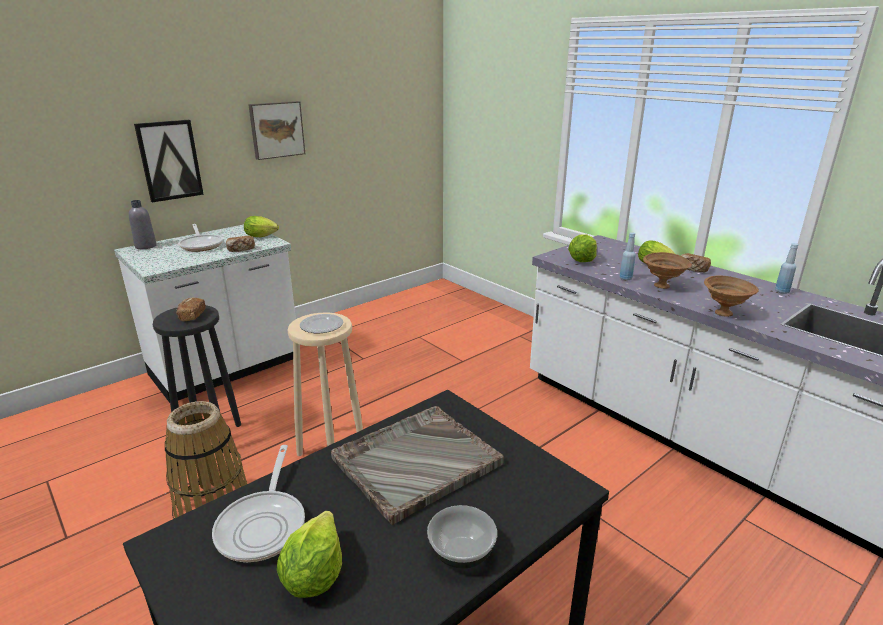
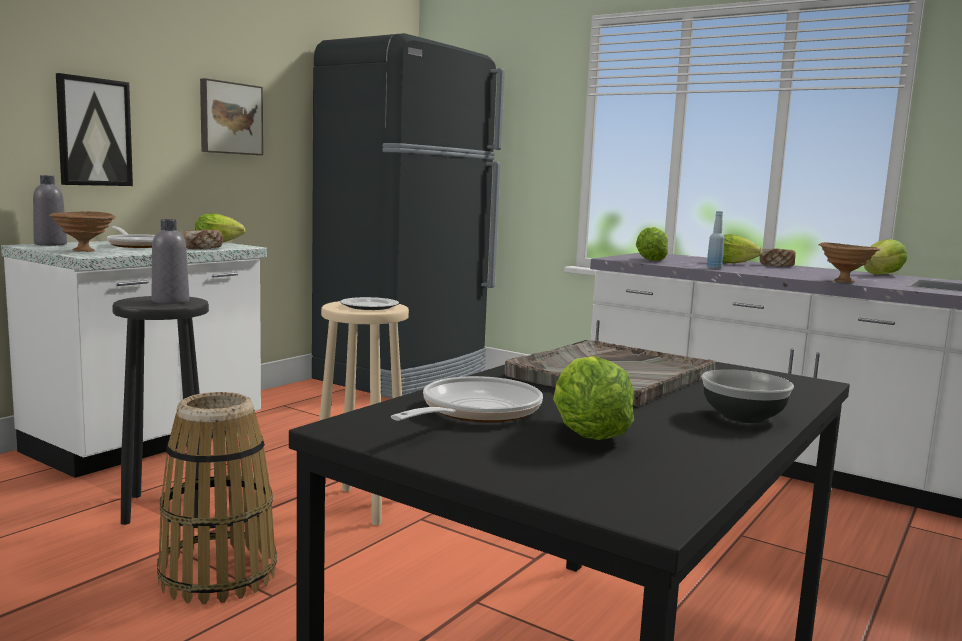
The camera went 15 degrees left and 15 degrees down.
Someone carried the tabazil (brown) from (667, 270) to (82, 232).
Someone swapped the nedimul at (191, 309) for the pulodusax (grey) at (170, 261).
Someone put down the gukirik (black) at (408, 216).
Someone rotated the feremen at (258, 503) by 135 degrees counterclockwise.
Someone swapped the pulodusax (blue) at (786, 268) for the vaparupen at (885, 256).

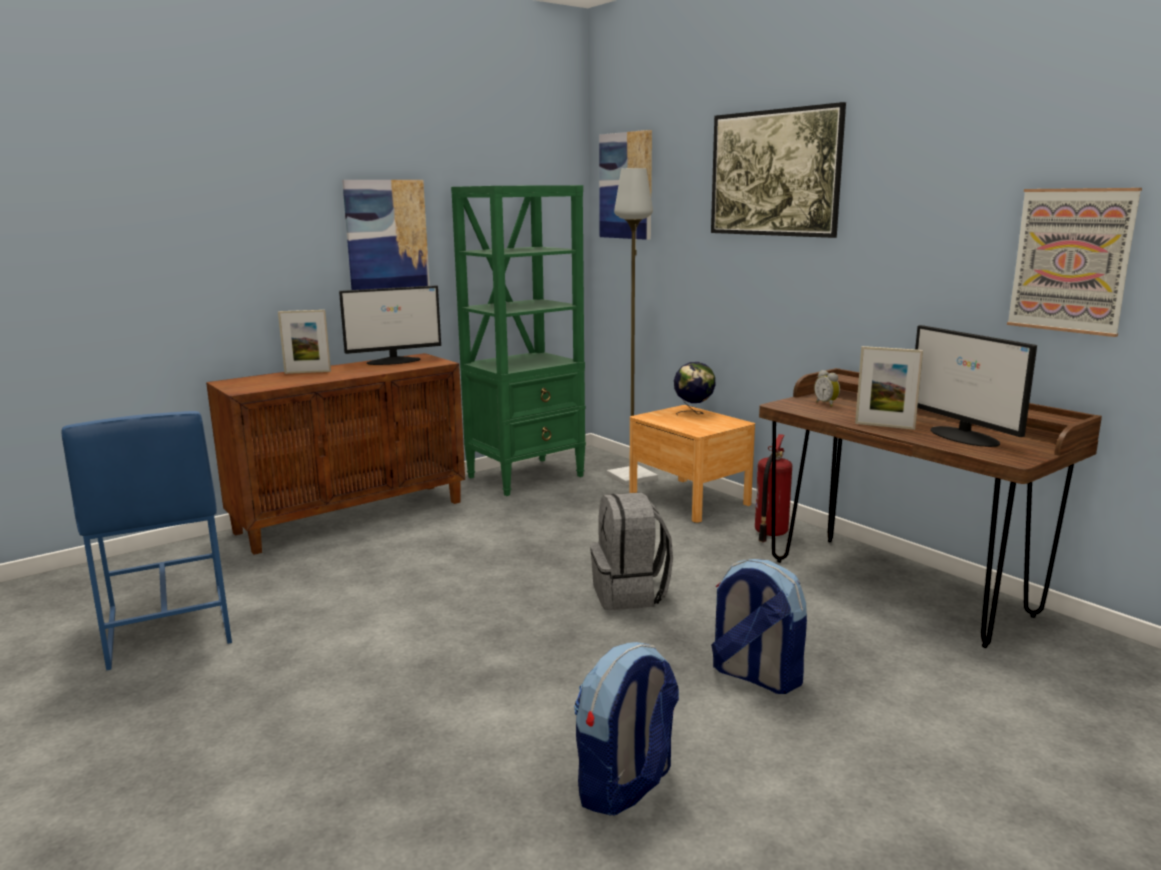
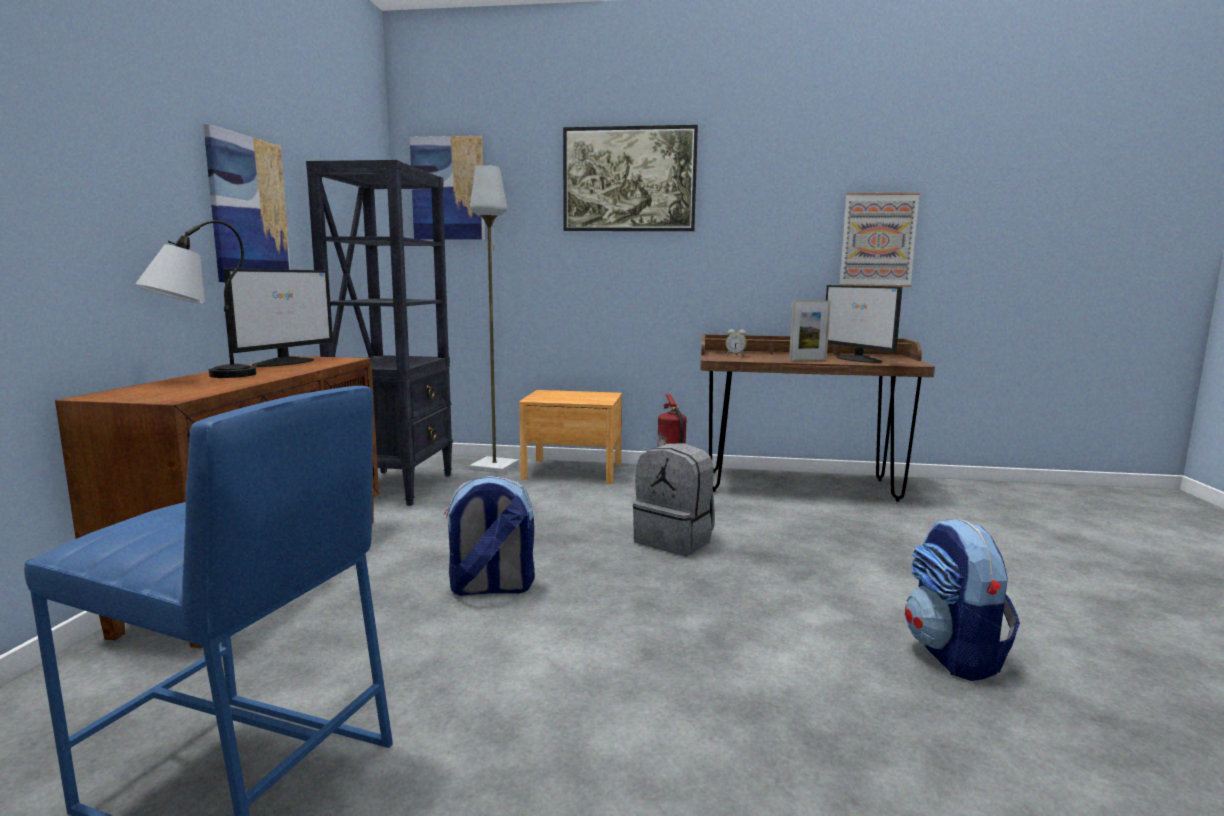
The camera went 45 degrees left and 5 degrees down.
Someone swapped the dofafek at (304, 342) for the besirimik at (195, 299).
Someone repainted the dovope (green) at (518, 340), which became the dovope (black) at (379, 333).
Someone carried the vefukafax from (759, 626) to (489, 536).
Someone rotated the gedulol at (976, 386) by 45 degrees clockwise.
Someone took away the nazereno at (695, 388).

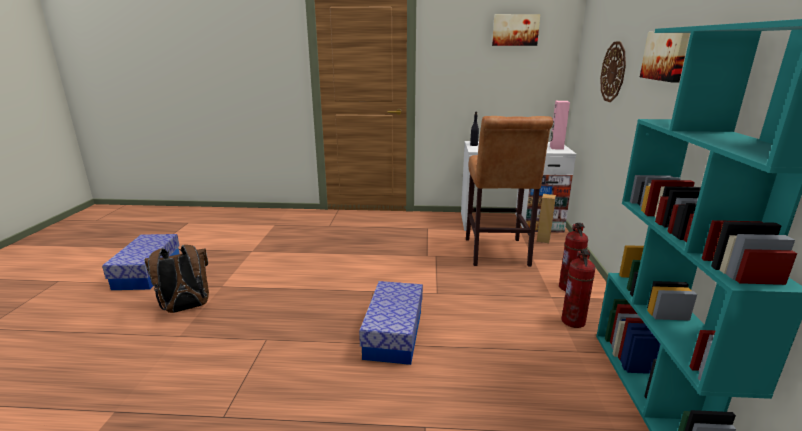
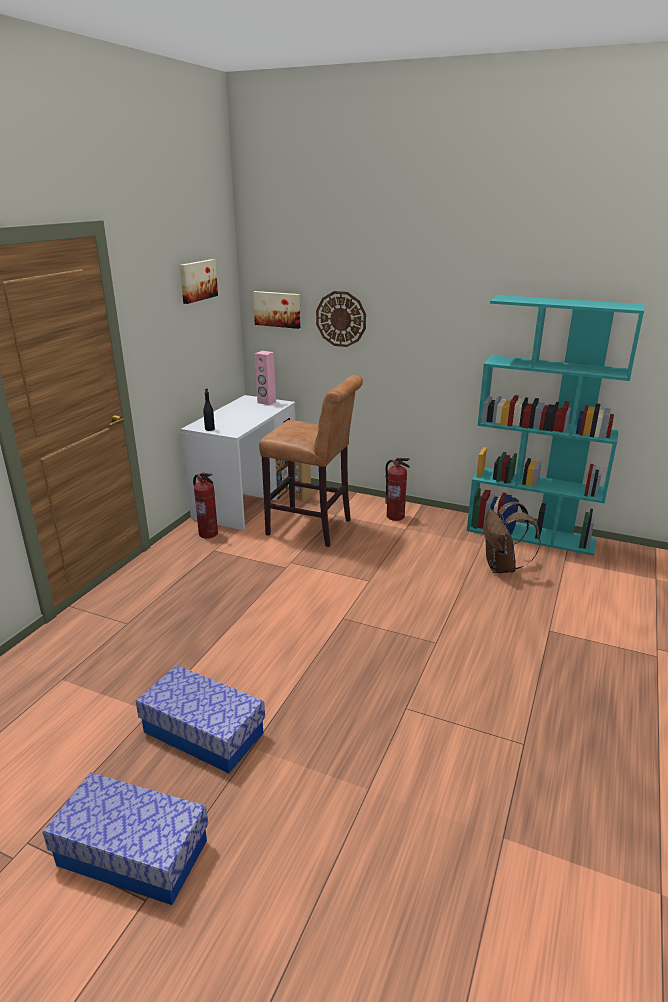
The camera went 70 degrees left and 5 degrees up.
Someone carried the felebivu from (391, 323) to (200, 719).
Someone carried the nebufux from (578, 288) to (205, 505).
Someone carried the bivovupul from (665, 57) to (276, 310).
Someone carried the vefukafax (brown) from (176, 279) to (511, 537).

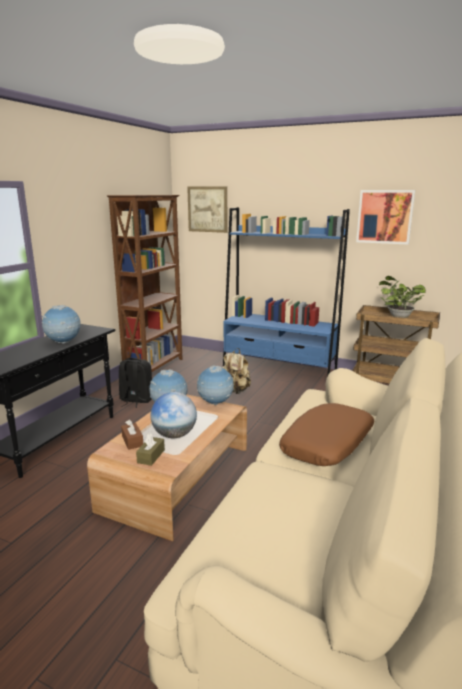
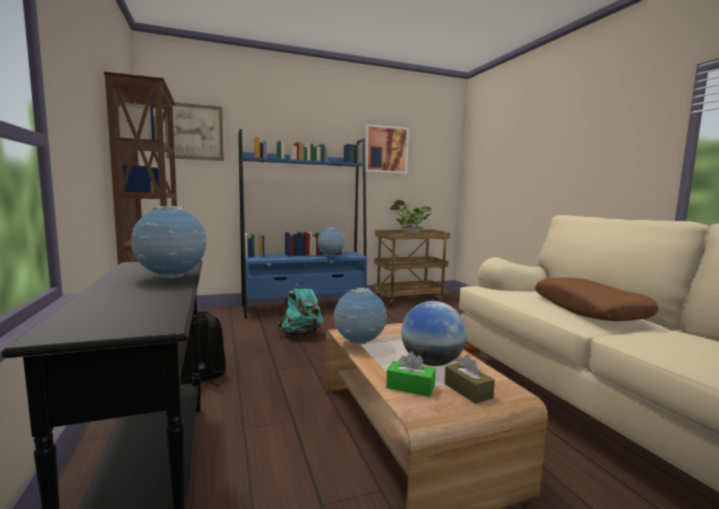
The camera went 45 degrees left and 10 degrees down.
Someone repainted the vefukafax (beige) at (236, 371), which became the vefukafax (turquoise) at (300, 309).
Someone carried the nazereno from (215, 385) to (330, 242).
Someone repainted the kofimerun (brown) at (132, 435), which became the kofimerun (green) at (411, 374).

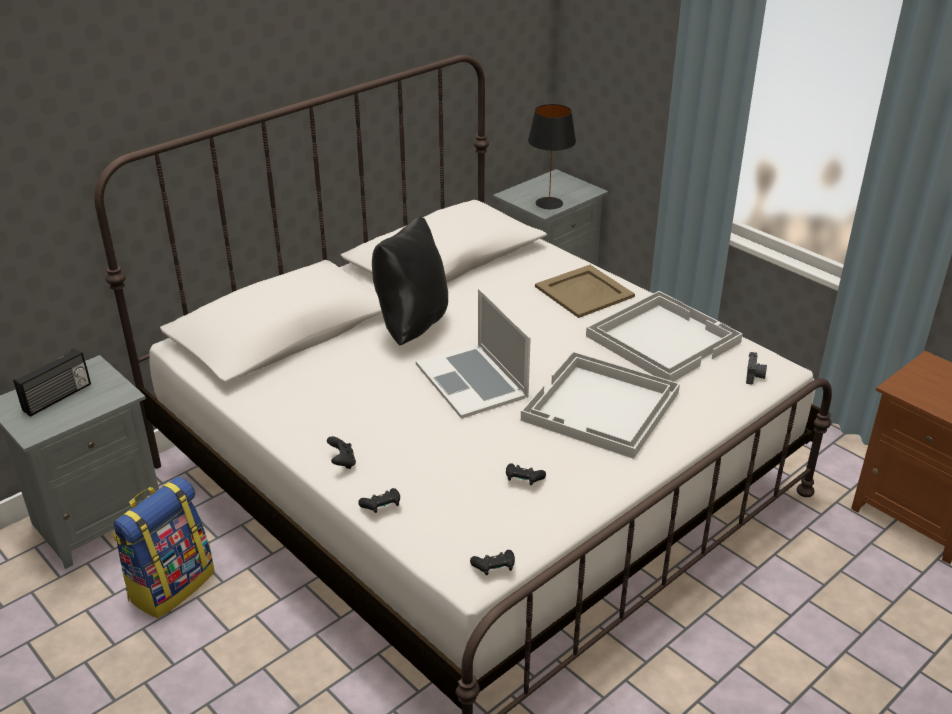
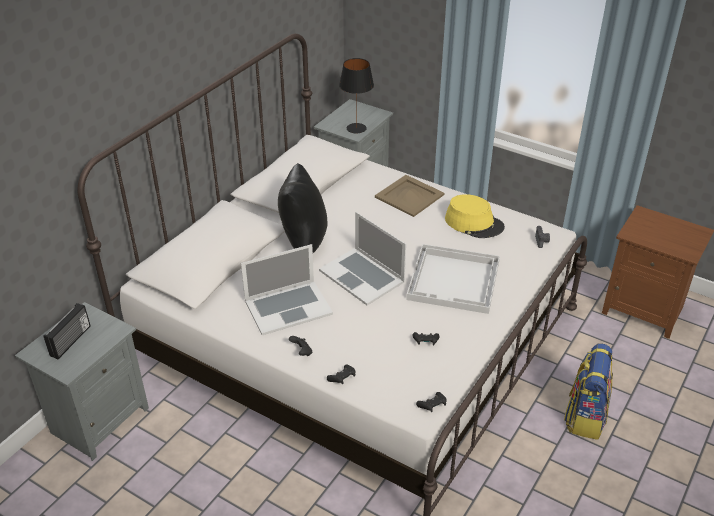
The camera went 15 degrees left and 5 degrees up.
Someone put down the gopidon at (287, 289).
Someone swapped the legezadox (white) at (664, 336) for the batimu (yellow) at (475, 216).
Someone carried the vefukafax from (163, 547) to (588, 392).

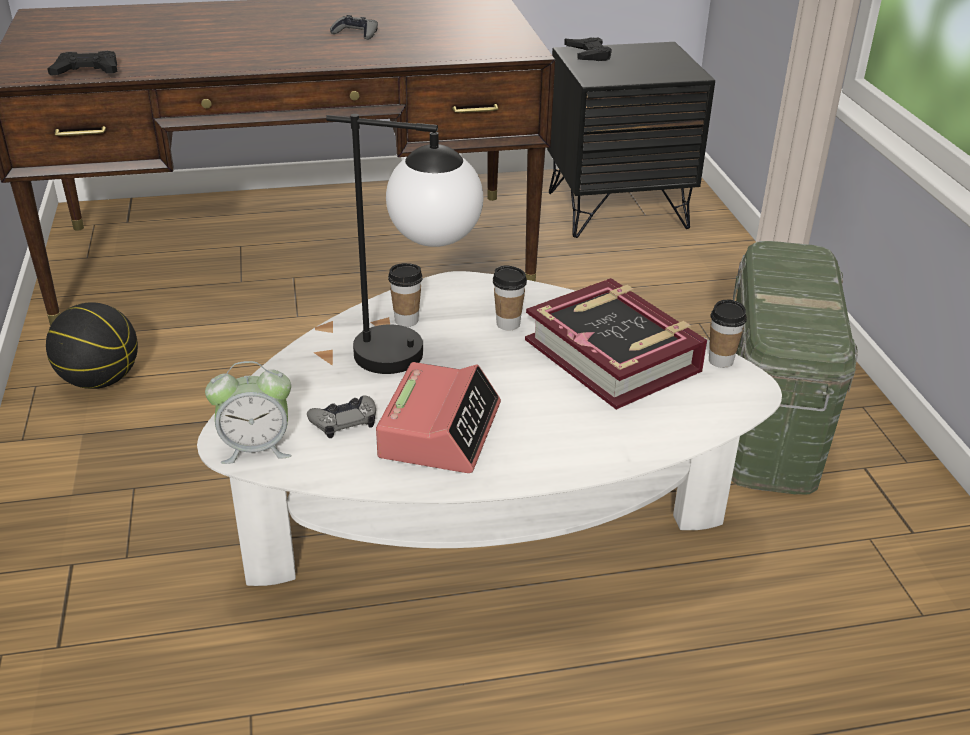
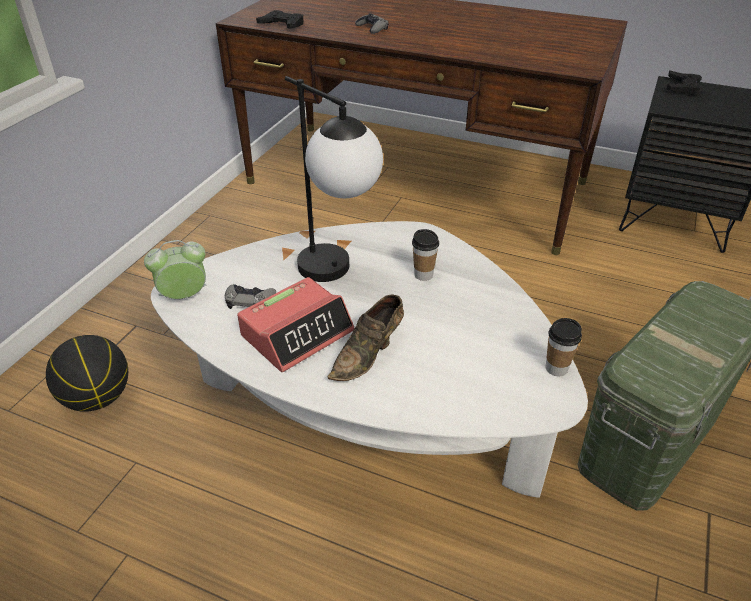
The camera went 35 degrees right and 5 degrees up.
Someone carried the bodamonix from (92, 345) to (87, 373).
Someone rotated the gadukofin at (248, 412) by 135 degrees clockwise.
Someone put down the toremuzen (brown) at (365, 338).
Someone carried the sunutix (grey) from (354, 27) to (372, 23).
Someone took away the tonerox at (405, 295).
Someone took away the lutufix at (616, 344).

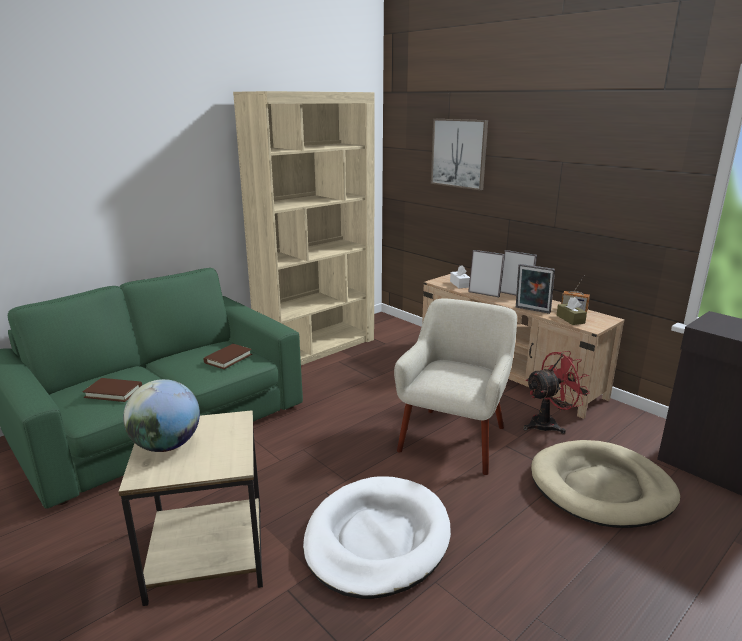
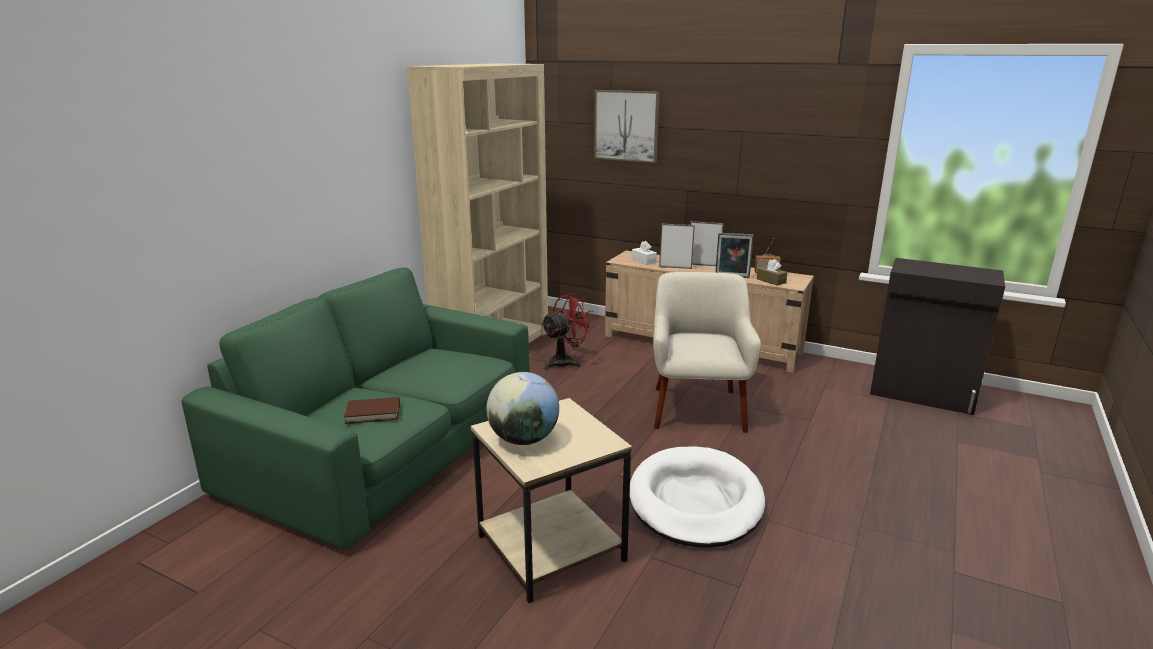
The camera went 20 degrees left and 0 degrees up.
Someone carried the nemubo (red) from (556, 392) to (568, 331).
Someone took away the lutufix (brown) at (227, 356).
Someone took away the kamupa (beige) at (605, 484).

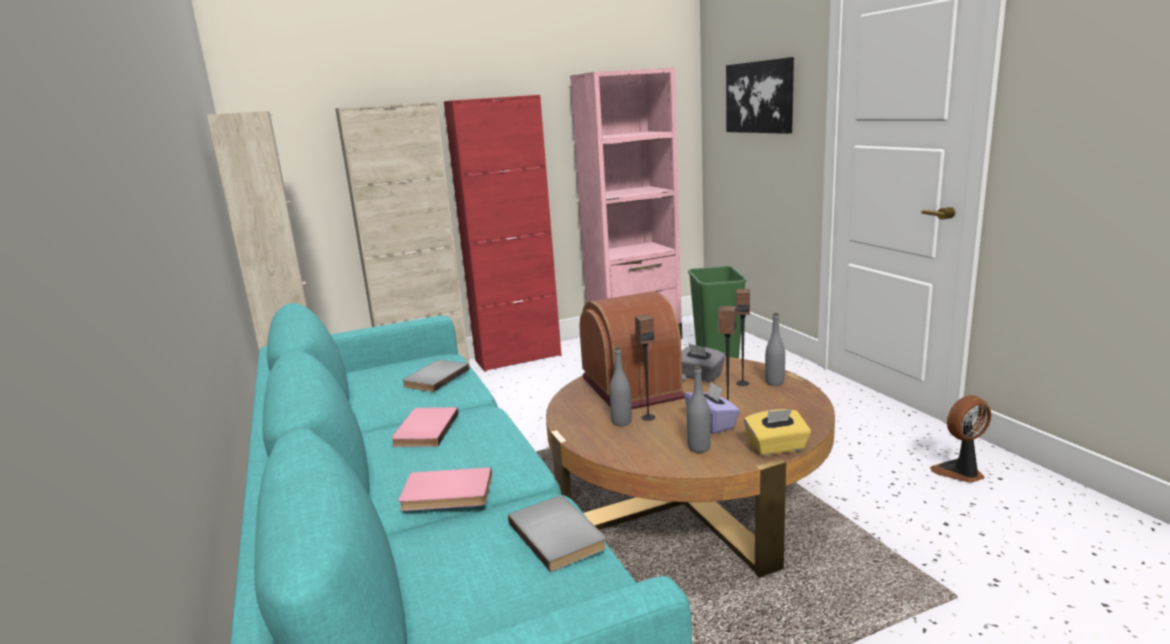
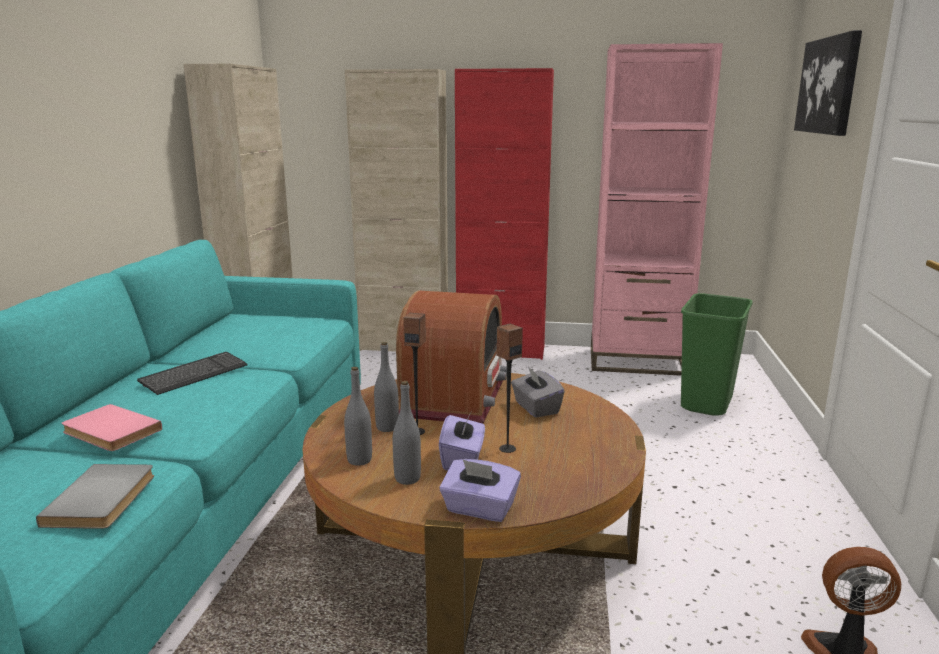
The camera went 30 degrees right and 0 degrees up.
Someone swapped the lutufix (pink) at (425, 427) for the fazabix at (192, 373).
Someone carried the pulodusax (grey) from (775, 349) to (358, 416).
Someone repainted the kofimerun (yellow) at (777, 432), which became the kofimerun (purple) at (480, 490).
Someone took away the lutufix (grey) at (435, 376).
Someone took away the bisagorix at (743, 337).

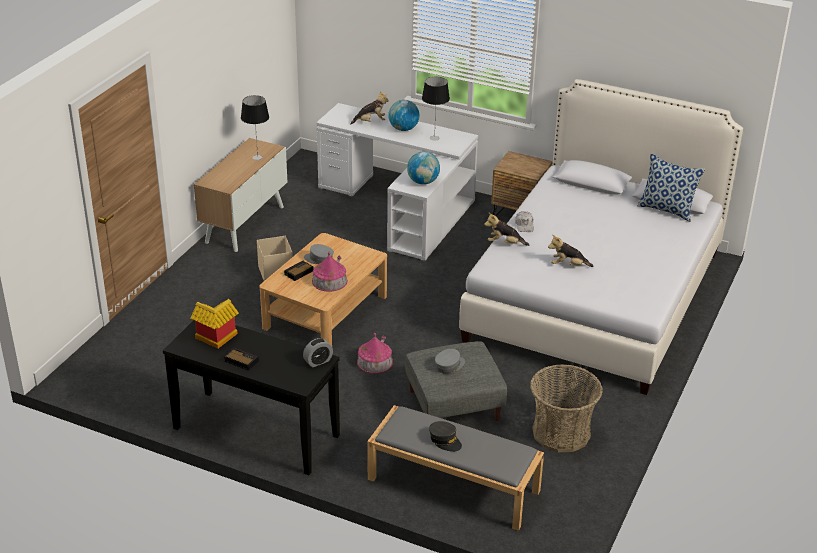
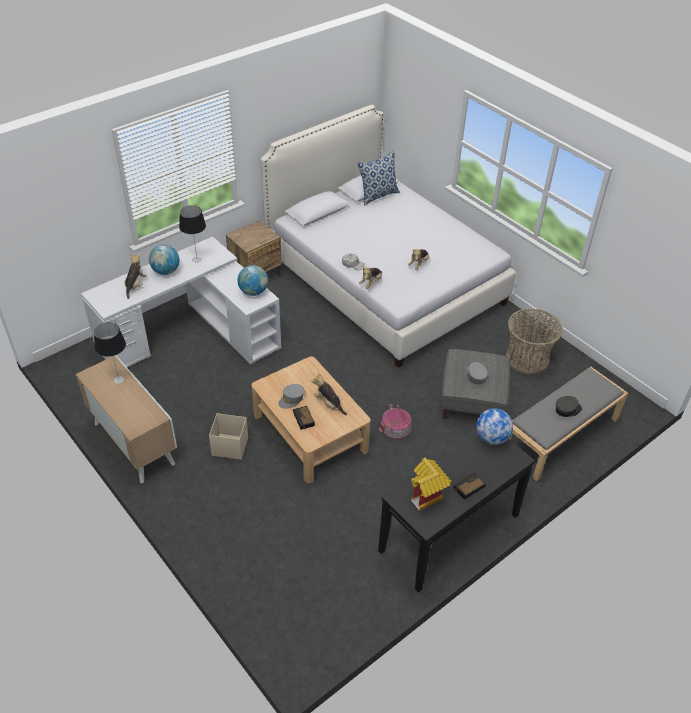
The camera went 65 degrees left and 10 degrees up.
Someone swapped the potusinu at (330, 271) for the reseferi at (329, 393).
Someone swapped the gadukofin at (318, 352) for the nazereno at (494, 426).

